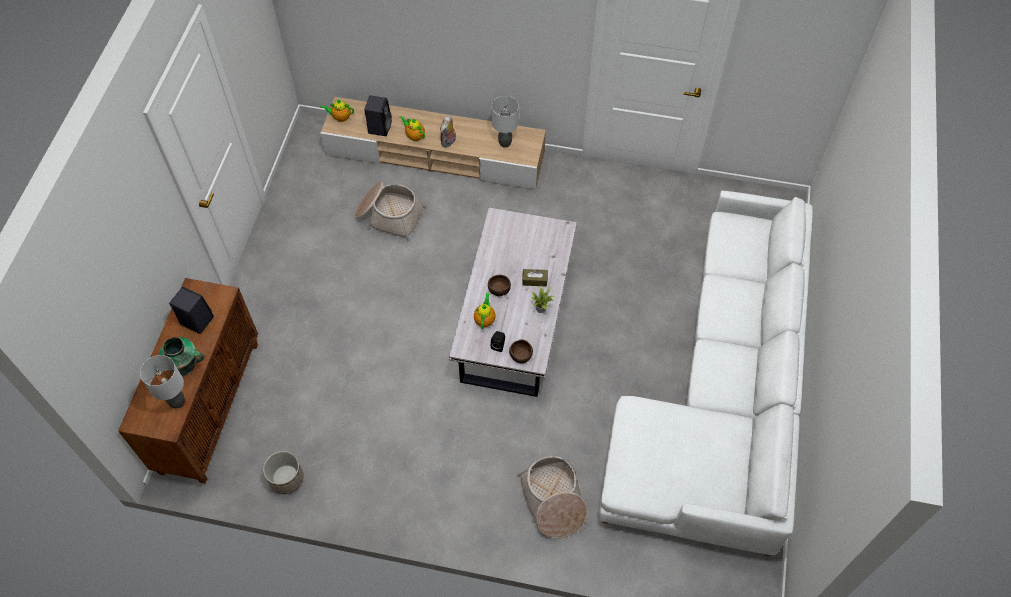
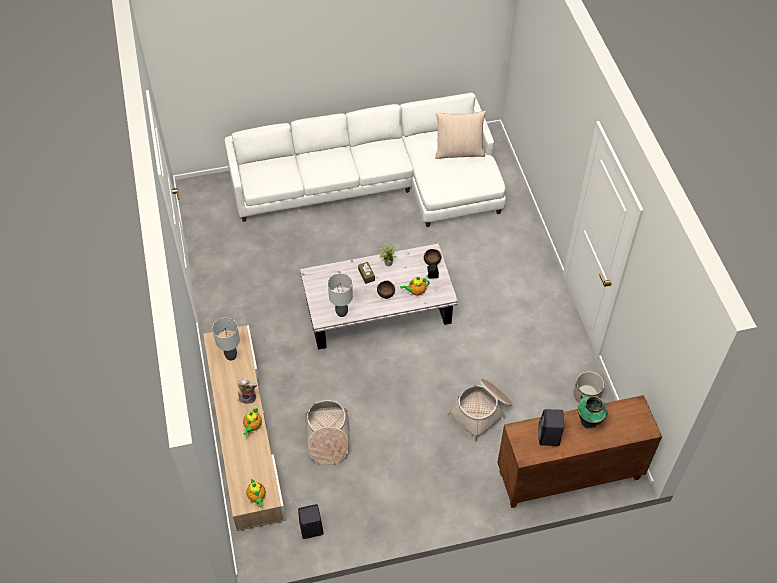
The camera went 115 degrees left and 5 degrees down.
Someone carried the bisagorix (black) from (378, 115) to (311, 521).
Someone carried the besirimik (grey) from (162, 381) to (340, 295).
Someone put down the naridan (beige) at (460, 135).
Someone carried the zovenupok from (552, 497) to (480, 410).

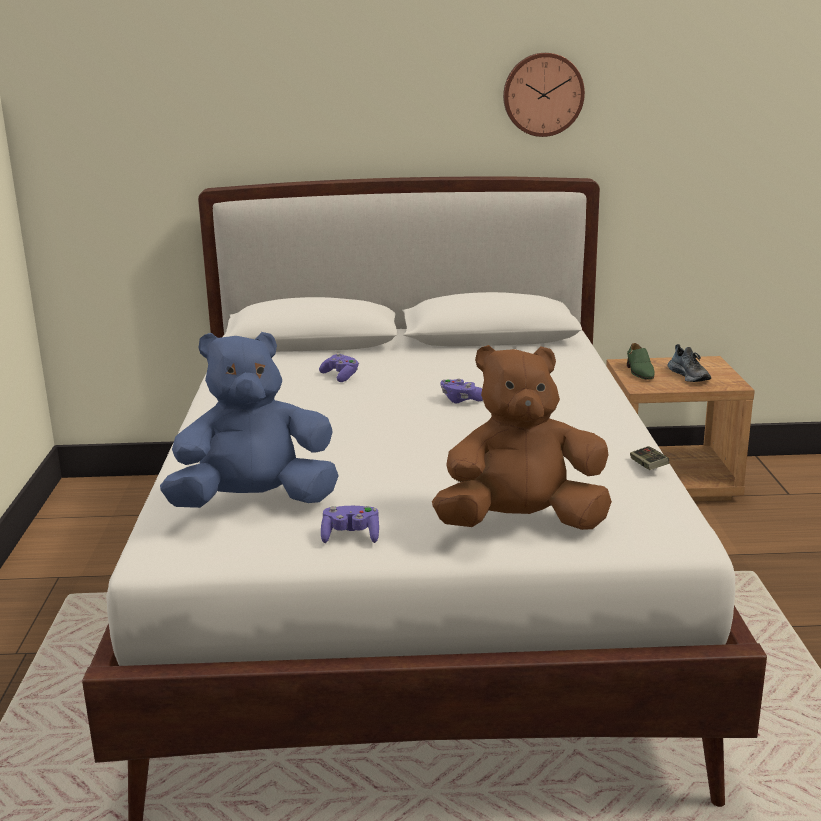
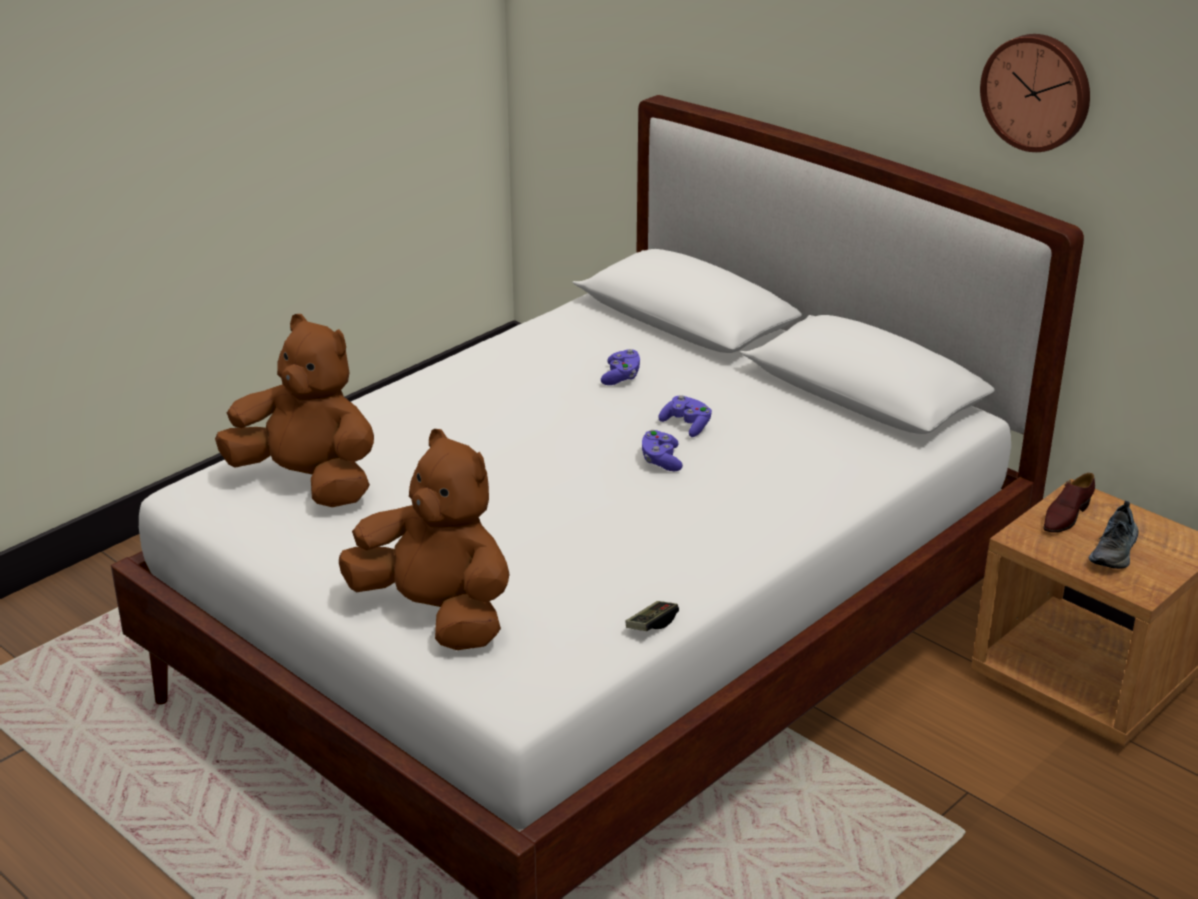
The camera went 45 degrees right and 10 degrees up.
Someone repainted the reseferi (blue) at (249, 420), which became the reseferi (brown) at (294, 410).
Someone carried the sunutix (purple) from (350, 524) to (685, 416).
Someone repainted the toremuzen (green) at (641, 361), which became the toremuzen (brown) at (1069, 503).

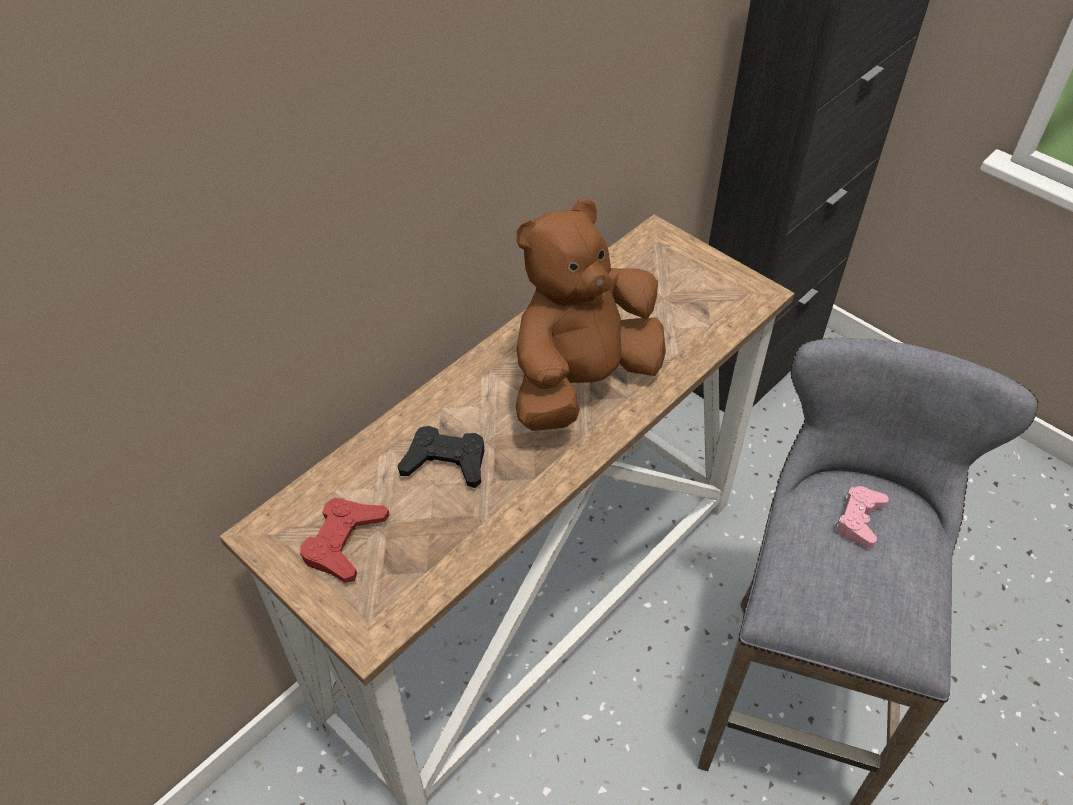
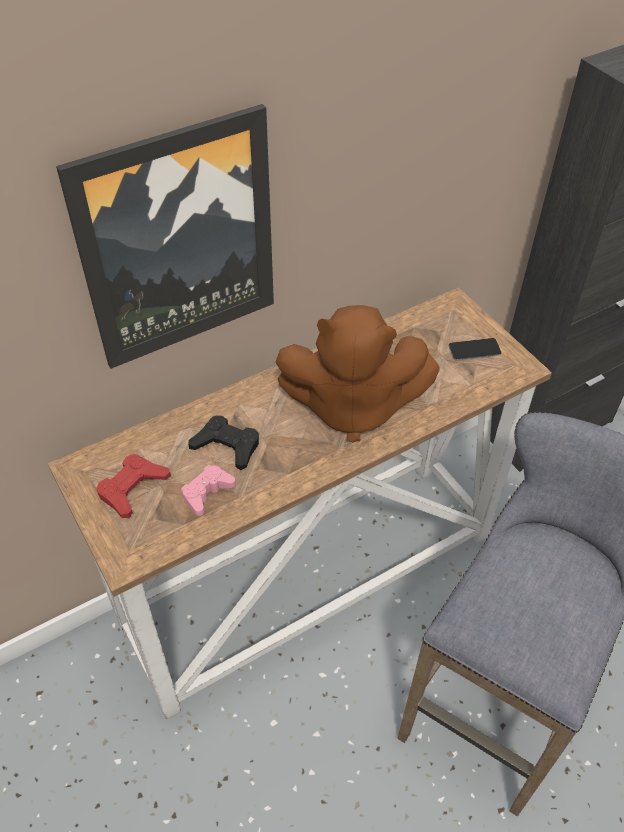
The camera went 15 degrees right and 0 degrees up.
Someone put up the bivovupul at (165, 236).
Someone carried the sunutix (pink) from (861, 517) to (208, 490).
Someone rotated the reseferi (brown) at (591, 315) by 150 degrees counterclockwise.
Someone put down the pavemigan at (475, 349).

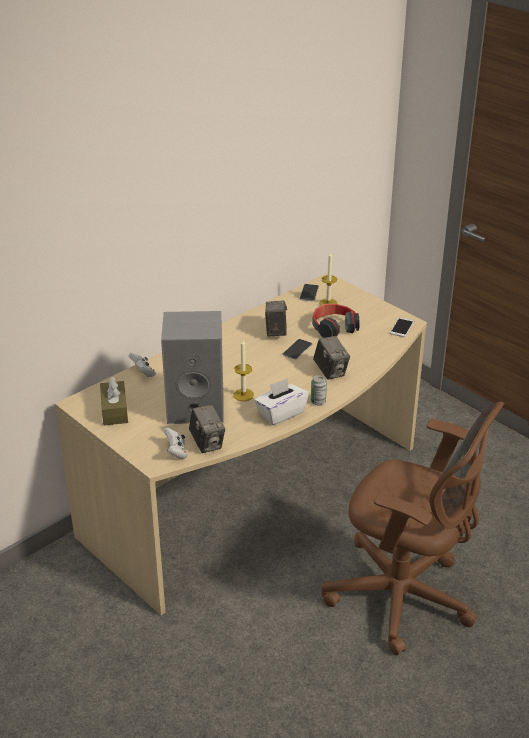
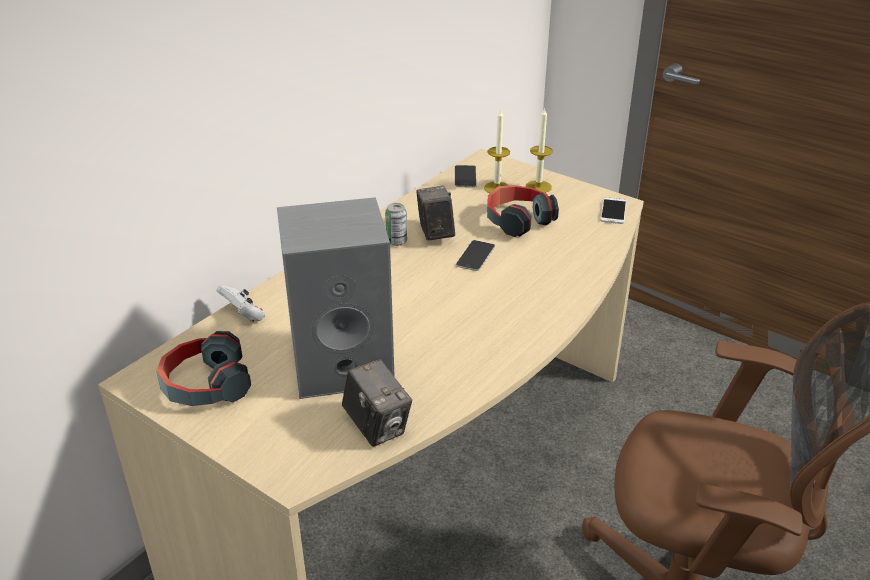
The camera went 10 degrees left and 0 degrees up.
Someone swapped the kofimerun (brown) at (114, 401) for the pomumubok at (203, 368).
Someone carried the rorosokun from (319, 390) to (396, 224).
Someone carried the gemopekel from (243, 370) to (539, 150).
Someone took away the sunutix (white) at (175, 443).
Someone took away the kofimerun (white) at (281, 401).
Someone took away the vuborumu at (331, 358).

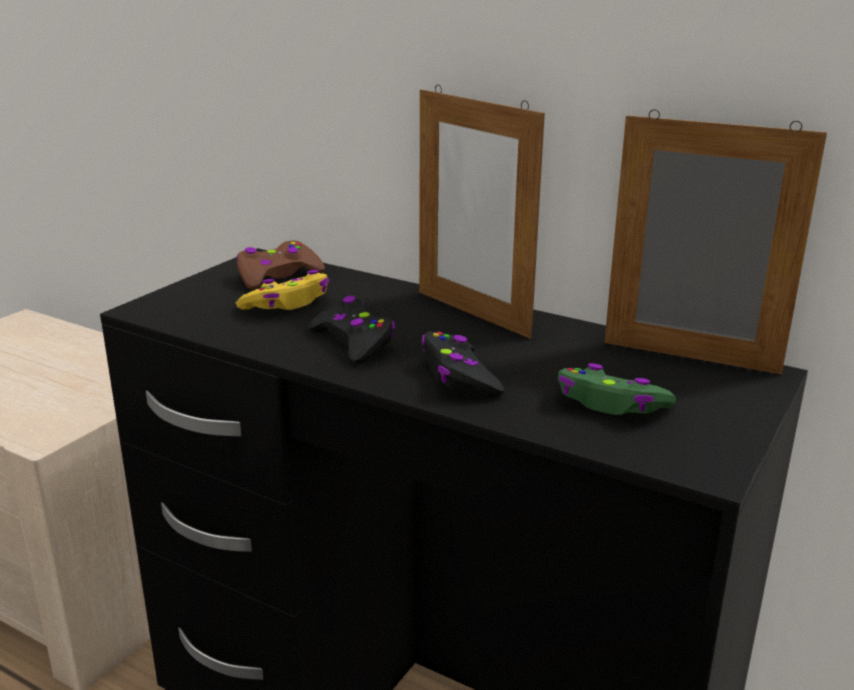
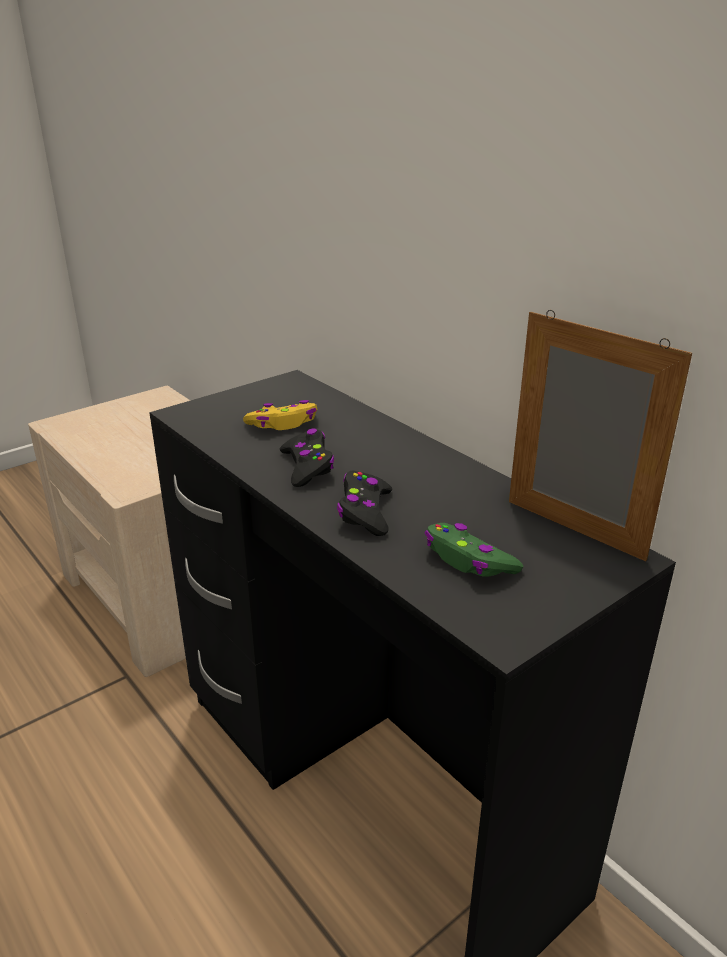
The camera went 20 degrees right and 5 degrees up.
Someone took away the sunutix (brown) at (280, 265).
Someone took away the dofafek at (482, 211).

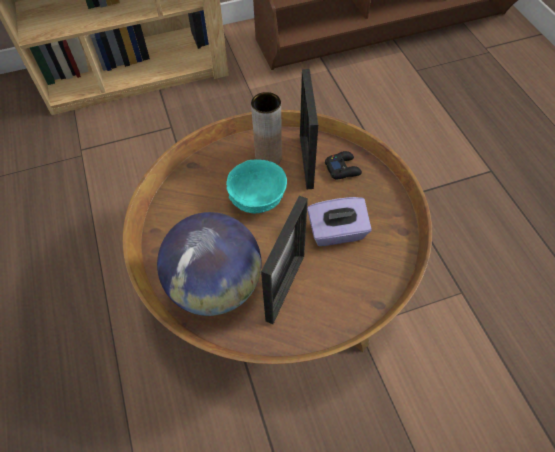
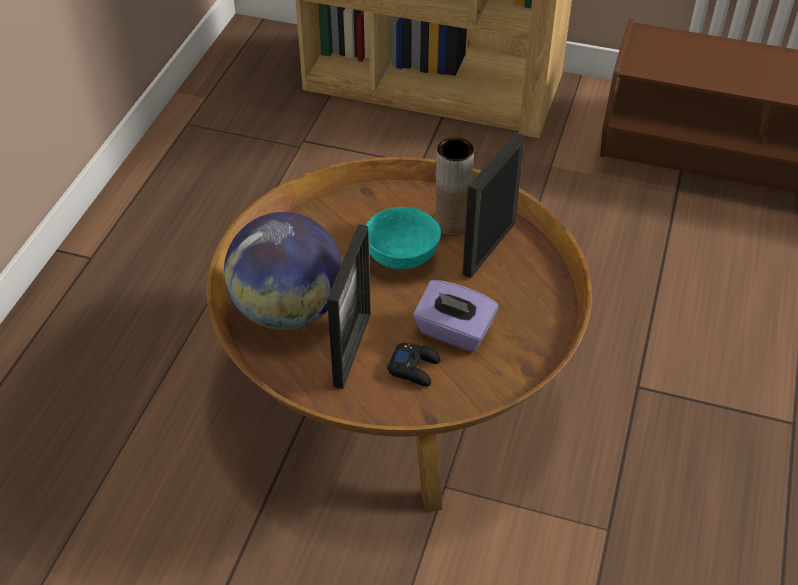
The camera went 35 degrees right and 10 degrees down.
Someone rotated the dofafek at (284, 260) by 45 degrees counterclockwise.
Someone carried the sunutix (black) from (343, 165) to (414, 365).

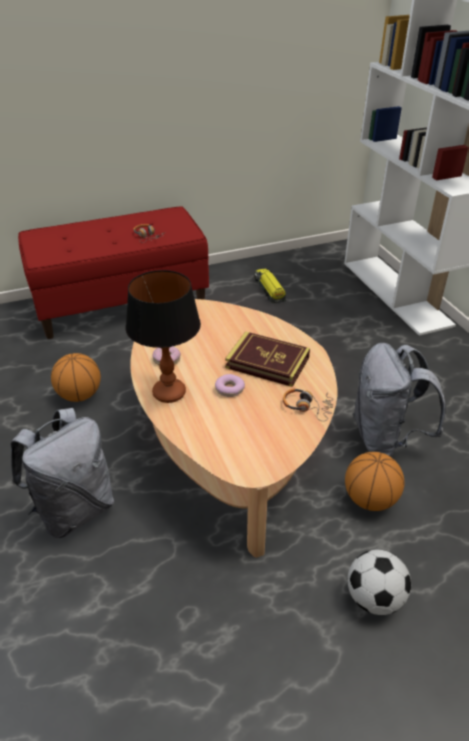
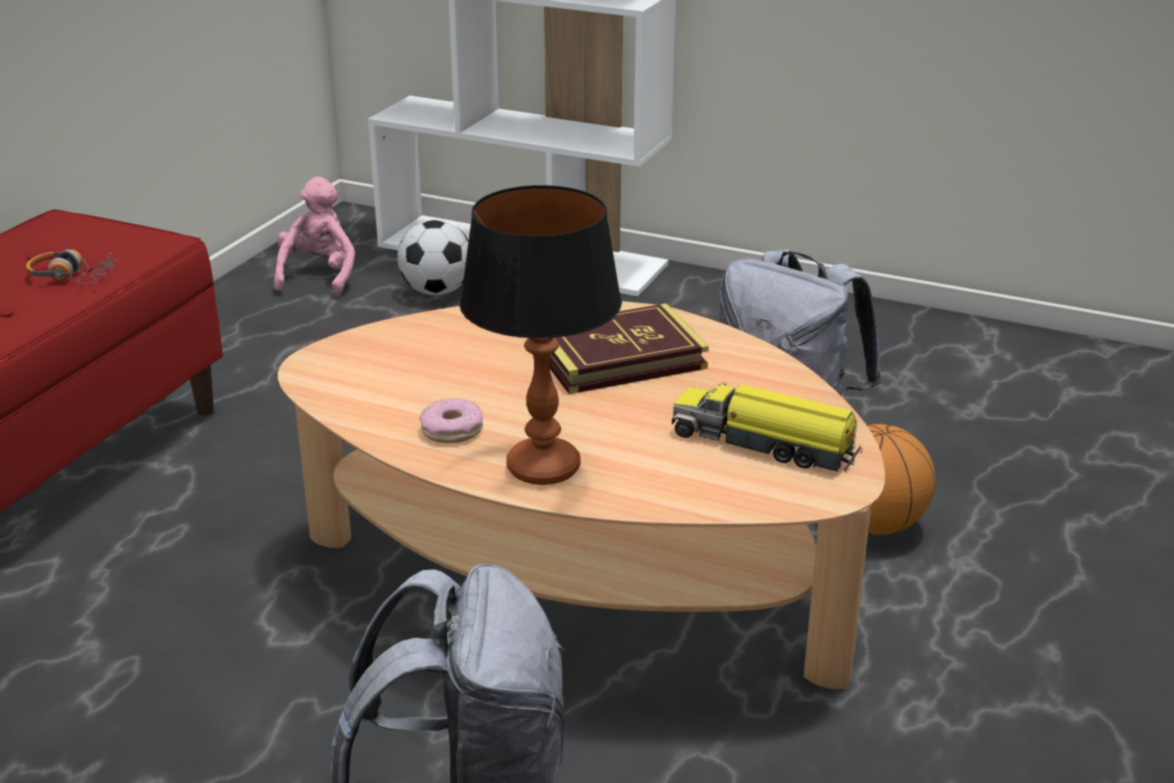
The camera went 45 degrees left and 10 degrees down.
Someone put down the reseferi (pink) at (314, 237).
Someone carried the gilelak from (379, 582) to (433, 257).
Someone carried the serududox from (270, 286) to (767, 427).
Someone took away the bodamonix at (76, 377).
Someone took away the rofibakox at (230, 385).
Someone took away the pomumubok at (308, 405).

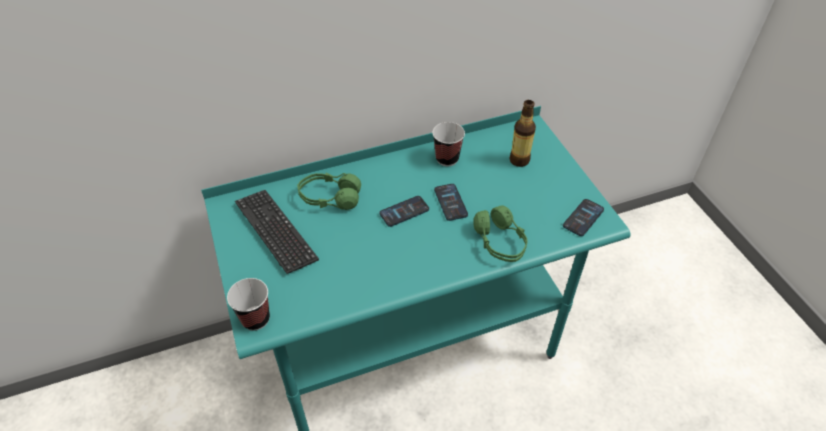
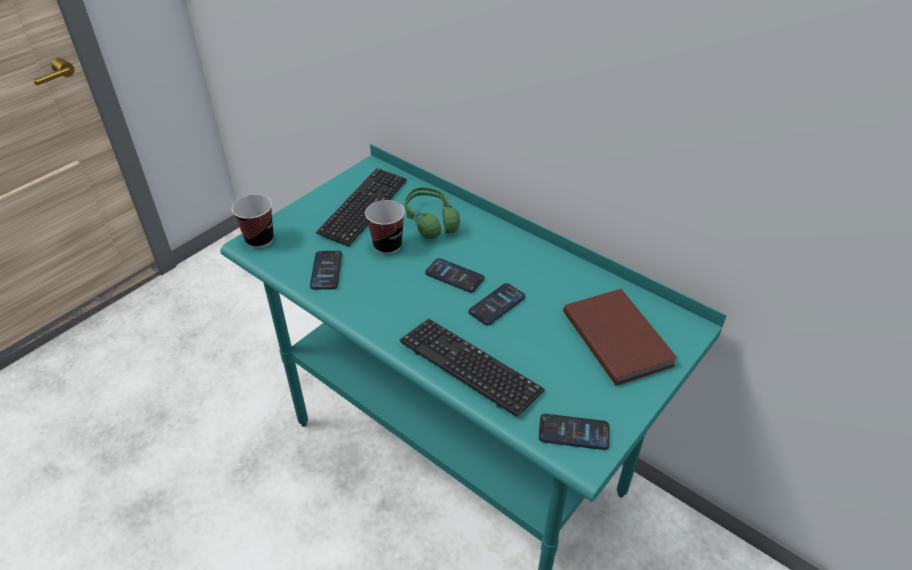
The camera went 60 degrees right and 5 degrees down.
Someone put down the pavemigan at (326, 270).
Someone carried the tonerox from (448, 144) to (385, 227).
Someone swapped the pomumubok (green) at (500, 234) for the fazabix at (472, 367).
Someone swapped the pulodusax at (522, 133) for the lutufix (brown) at (620, 337).

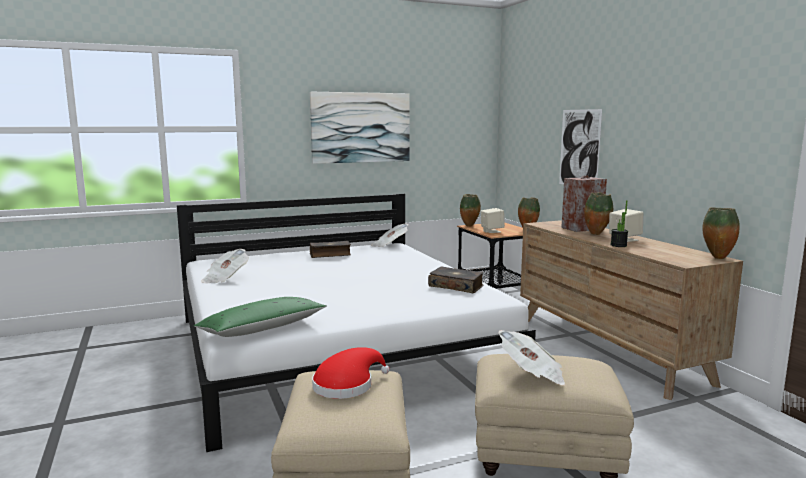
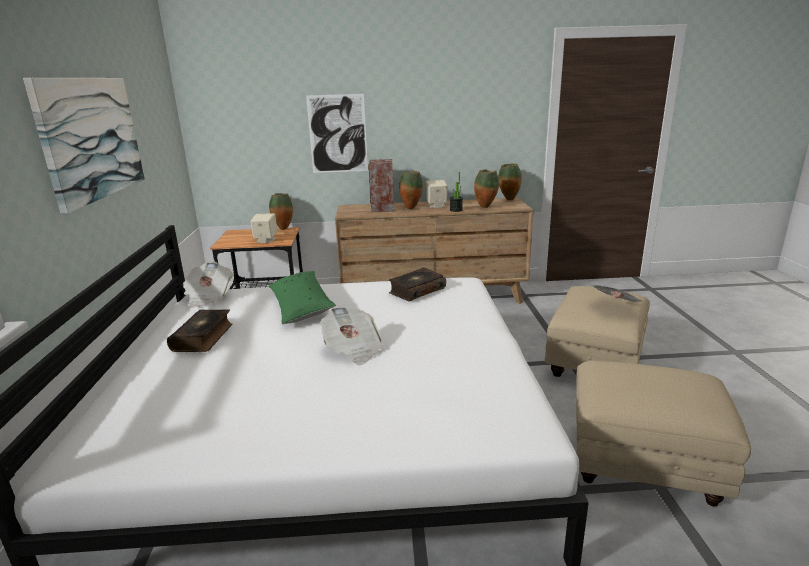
The camera went 70 degrees left and 10 degrees up.
Someone carried the naridan (green) from (260, 317) to (302, 297).
Someone carried the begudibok from (225, 266) to (352, 335).
Someone carried the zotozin from (470, 210) to (486, 188).
Someone took away the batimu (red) at (351, 373).

